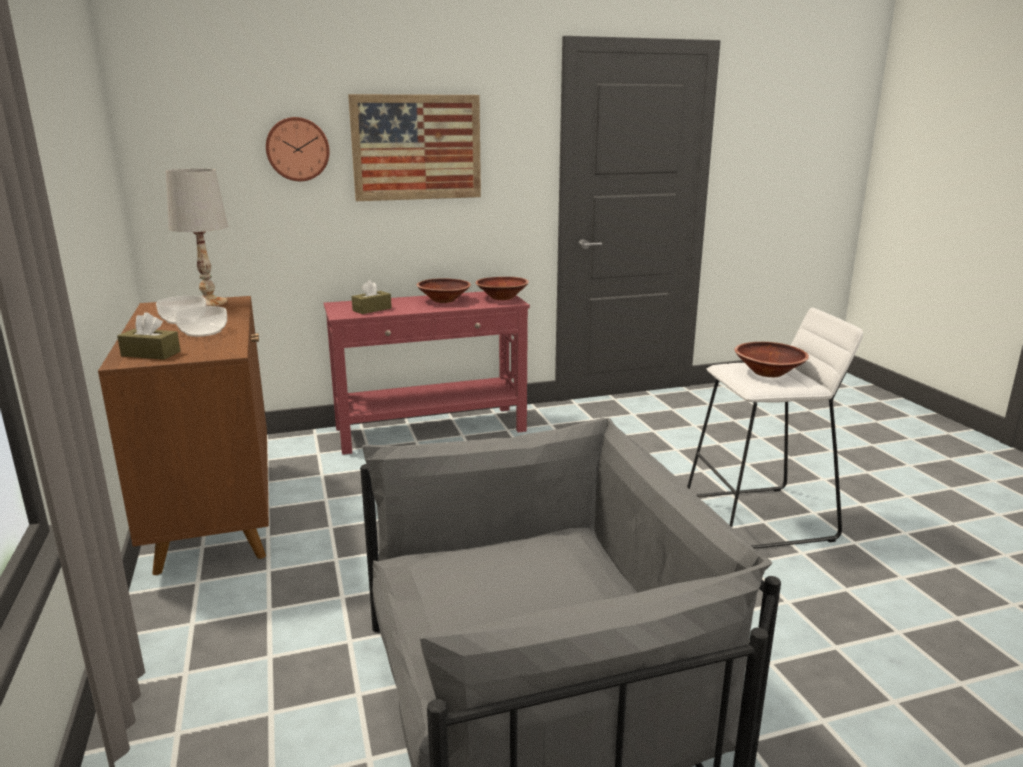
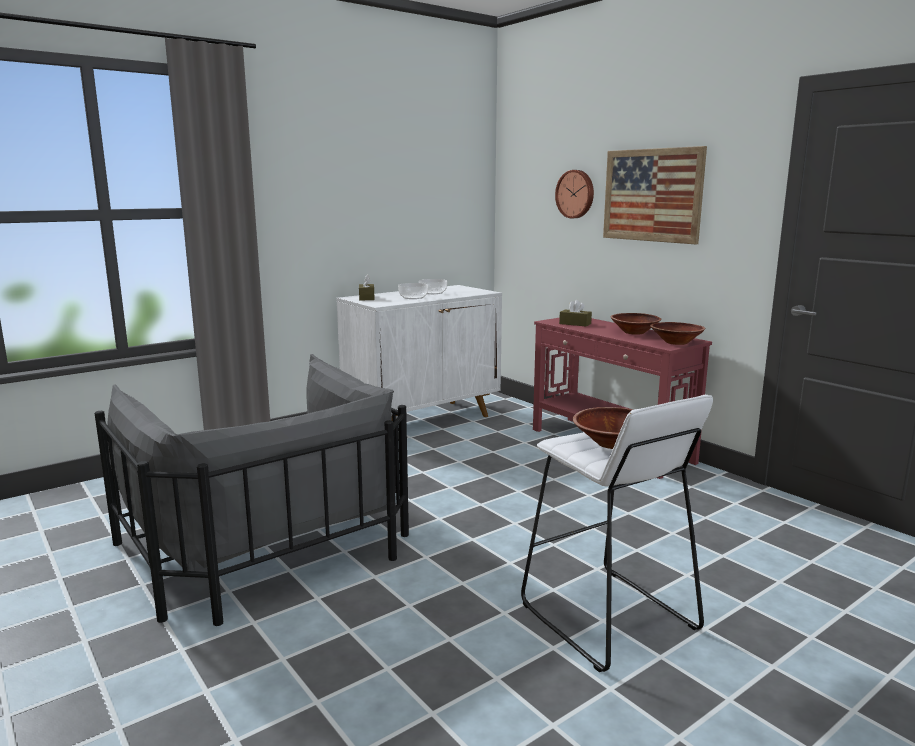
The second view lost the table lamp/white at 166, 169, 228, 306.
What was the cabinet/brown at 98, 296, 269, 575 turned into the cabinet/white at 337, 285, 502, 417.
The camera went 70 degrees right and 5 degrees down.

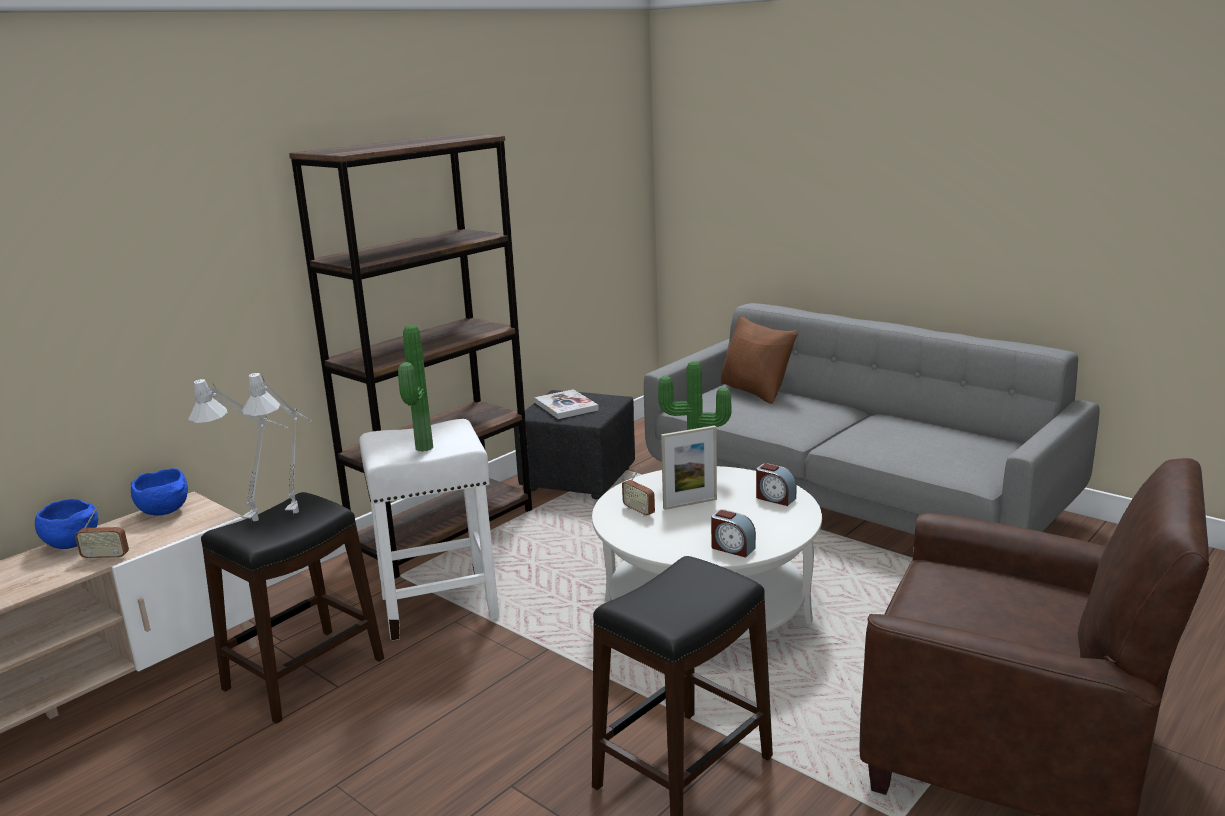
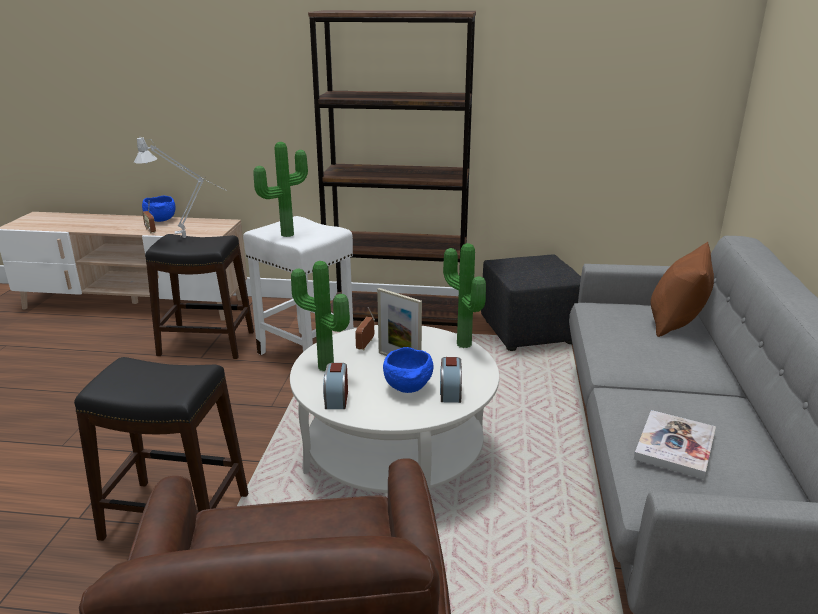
The second view lost the table lamp/grey at 242, 372, 312, 513.
The book ended up elsewhere, having gone from 534, 389, 599, 419 to 634, 410, 716, 479.
The bowl/blue ended up elsewhere, having gone from 131, 468, 188, 515 to 383, 347, 433, 393.
The second view gained the potted plant at 291, 261, 350, 371.
The camera went 55 degrees right and 5 degrees up.

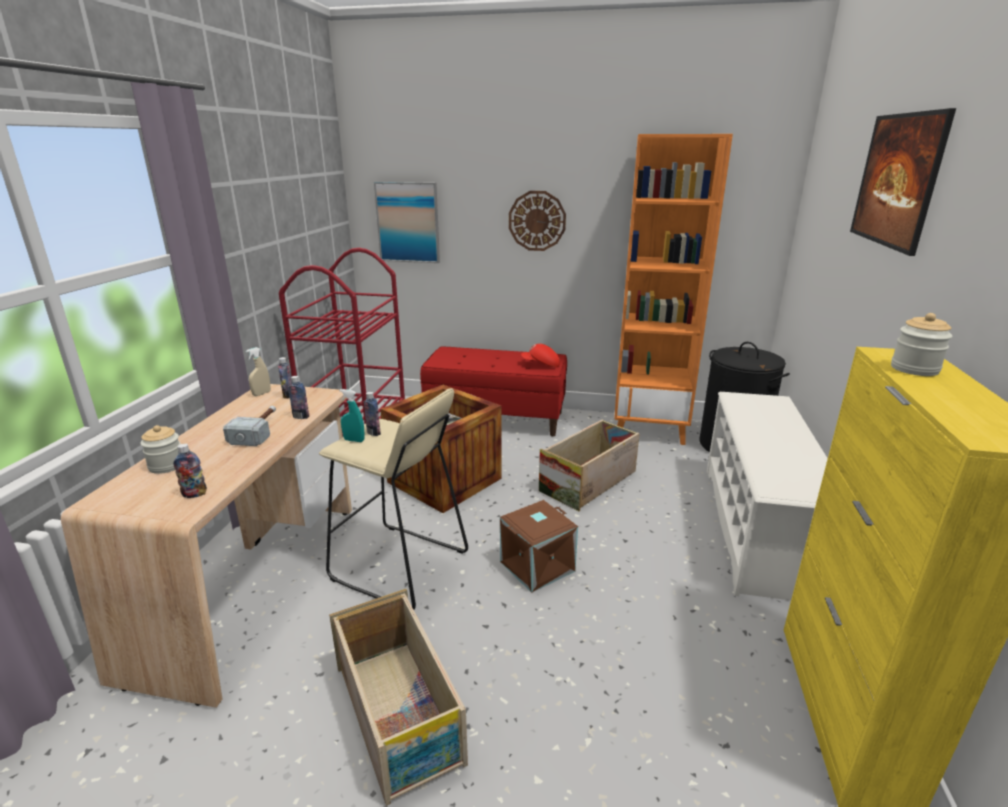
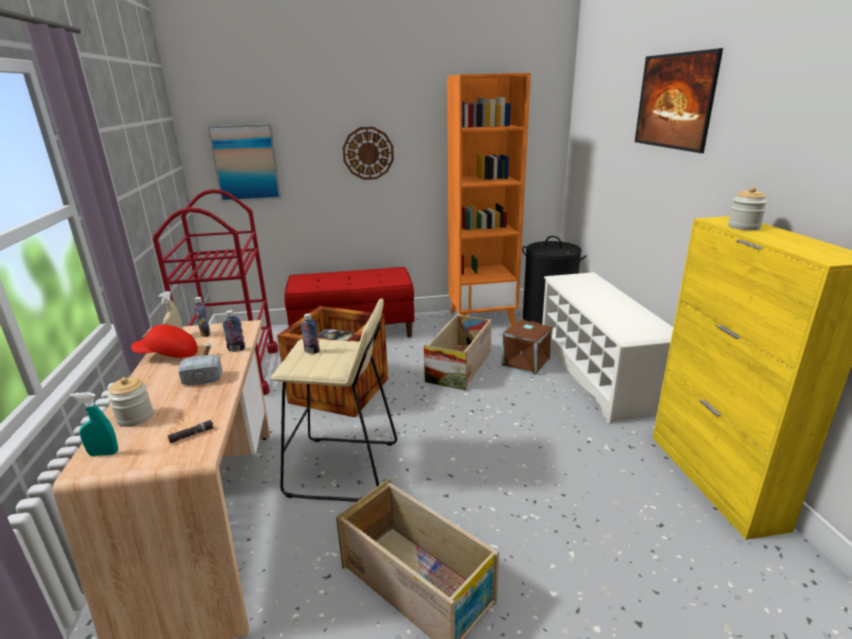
The cap/red ended up elsewhere, having gone from 521, 344, 560, 367 to 131, 324, 198, 358.
The spray bottle/turquoise ended up elsewhere, having gone from 340, 389, 364, 442 to 70, 392, 118, 456.
Where the bottle stood at 173, 444, 207, 498, the flashlight/black came to stand at 168, 420, 214, 443.
The storage box/brown ended up elsewhere, having gone from 500, 500, 578, 593 to 501, 319, 553, 375.
The camera went 20 degrees left and 0 degrees up.

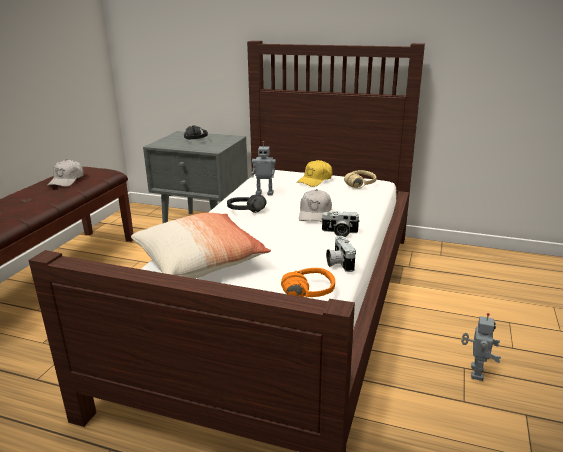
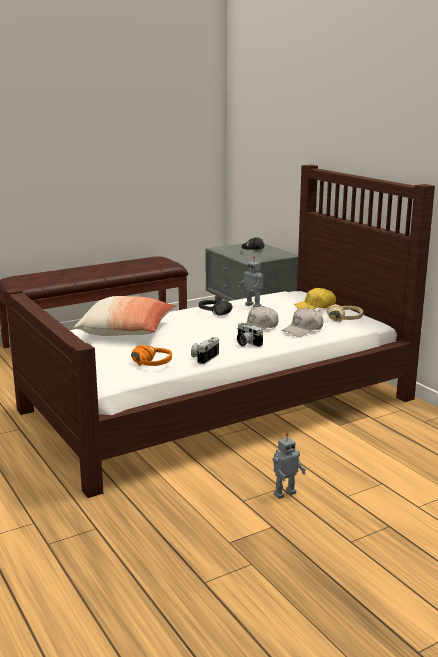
The cap/white ended up elsewhere, having gone from 47, 159, 84, 187 to 282, 308, 323, 337.
The camera went 40 degrees right and 5 degrees down.

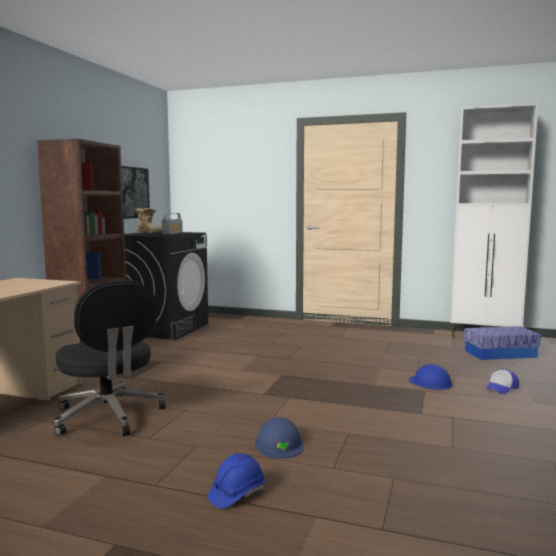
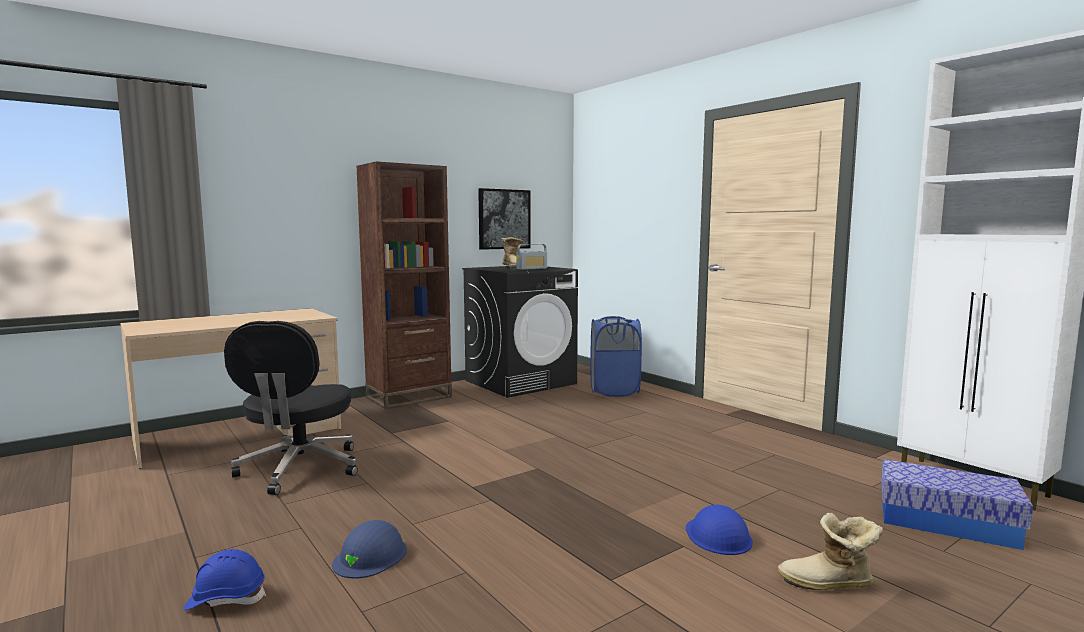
Where the cap stood at 485, 369, 519, 394, the boot came to stand at 778, 513, 883, 590.
The second view gained the laundry basket/blue at 590, 316, 642, 397.
The camera went 35 degrees right and 0 degrees up.

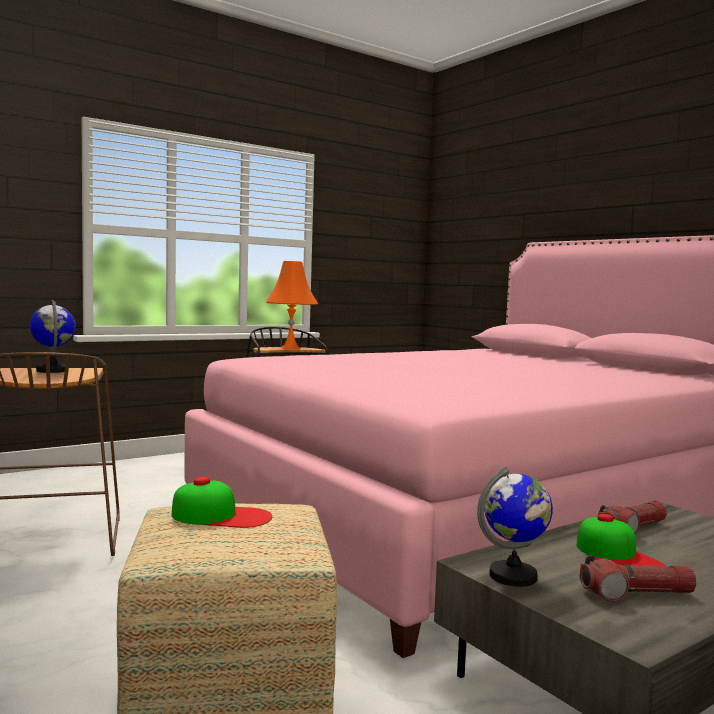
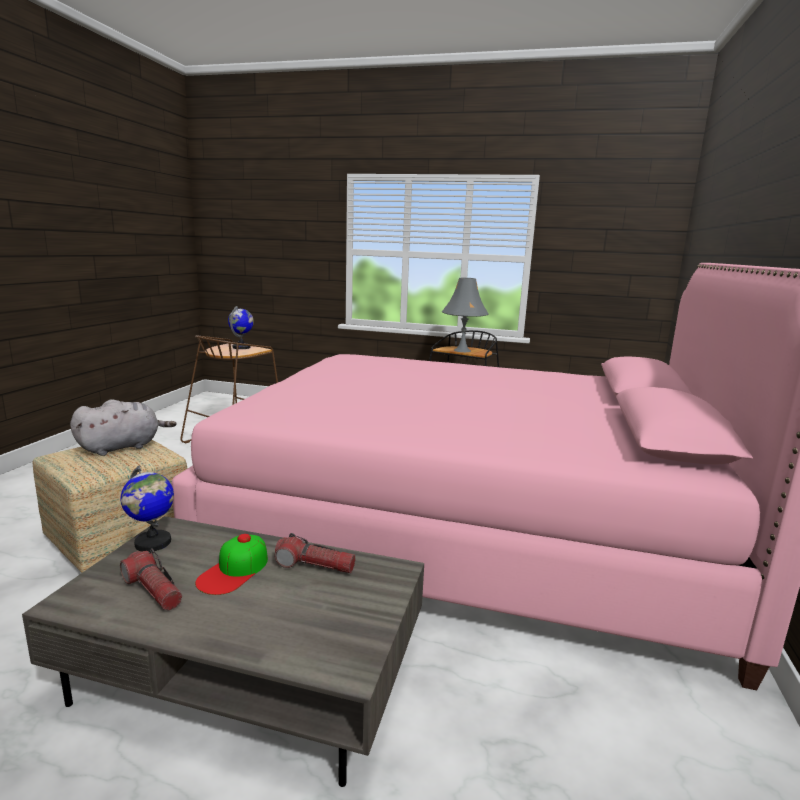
What was the table lamp/orange at 266, 261, 318, 349 turned into the table lamp/grey at 442, 278, 489, 352.
Where the cap stood at 172, 477, 272, 528, the plush toy/grey came to stand at 70, 399, 176, 456.
The camera went 50 degrees right and 10 degrees up.

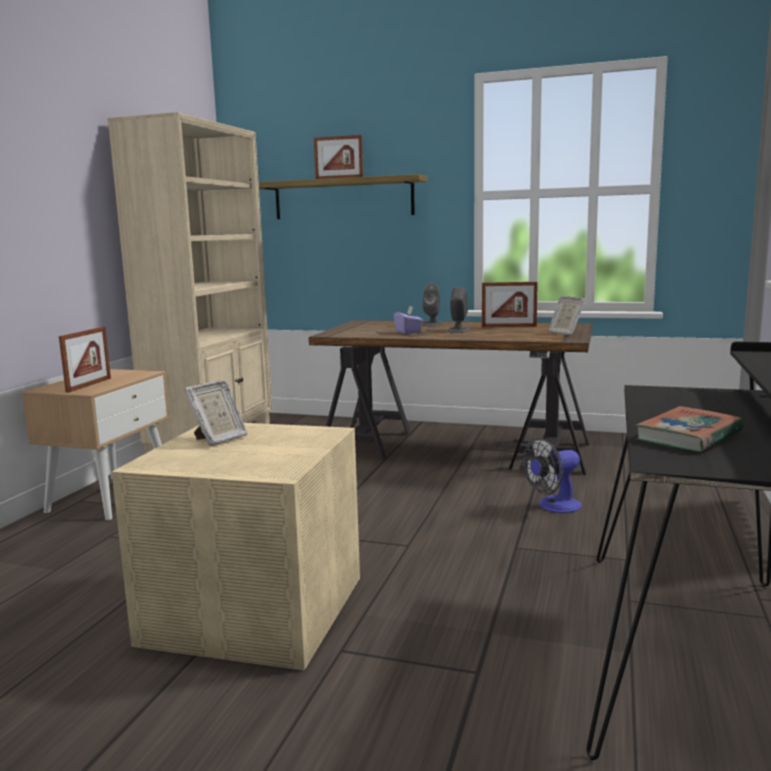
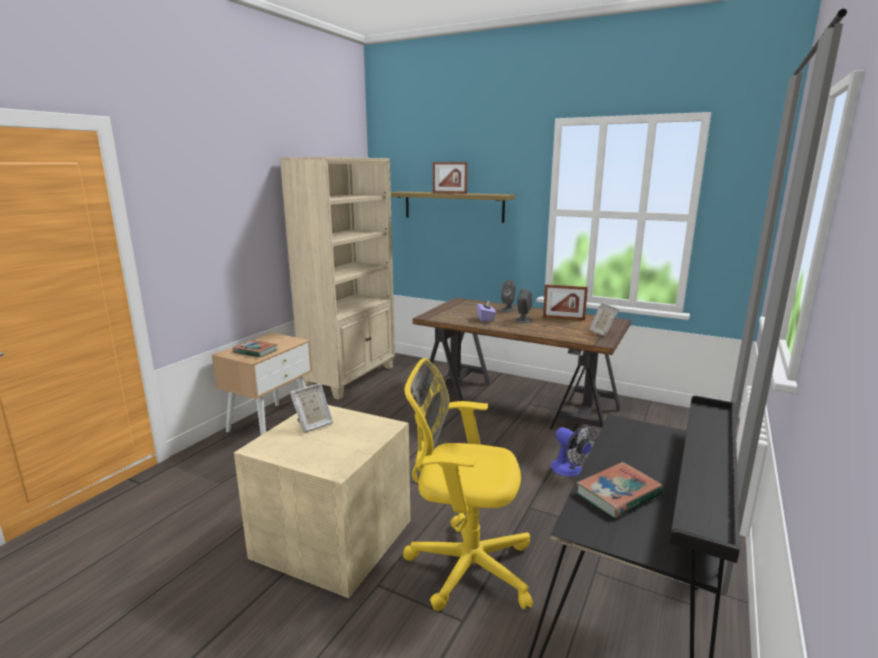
Where the picture frame stood at 59, 327, 111, 393, the book came to stand at 232, 340, 278, 357.
The fan at 523, 438, 582, 513 ended up facing another way, 105 degrees counterclockwise from before.
The second view gained the office chair/yellow at 403, 358, 533, 611.
The camera went 10 degrees right and 5 degrees up.

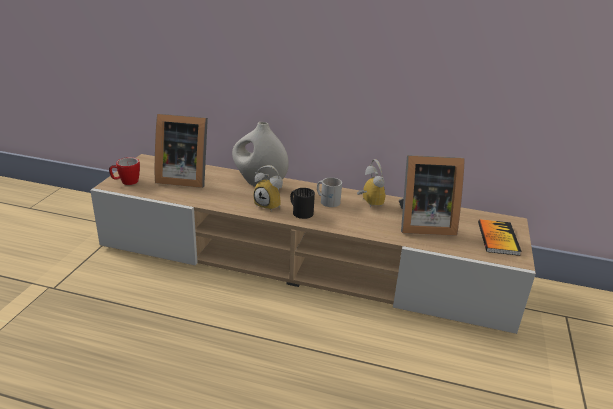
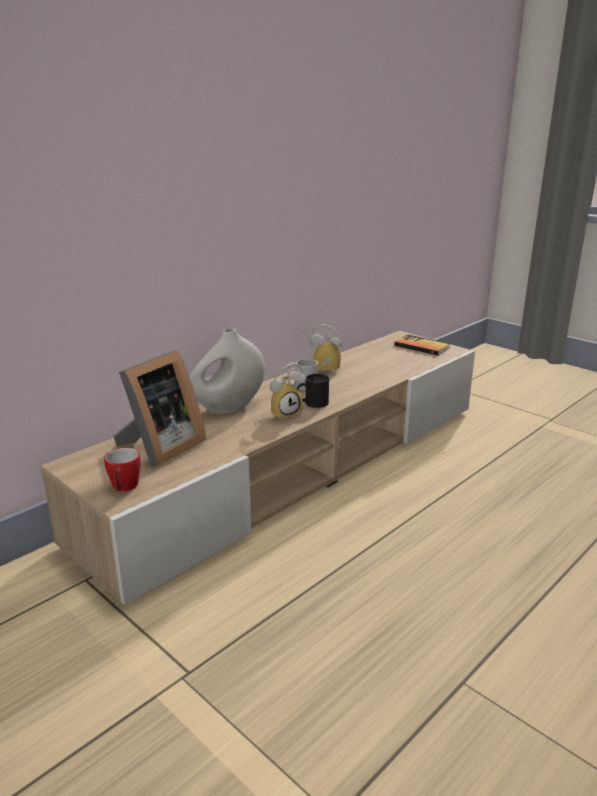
The second view lost the picture frame at 399, 155, 465, 236.
The camera went 60 degrees left and 5 degrees down.

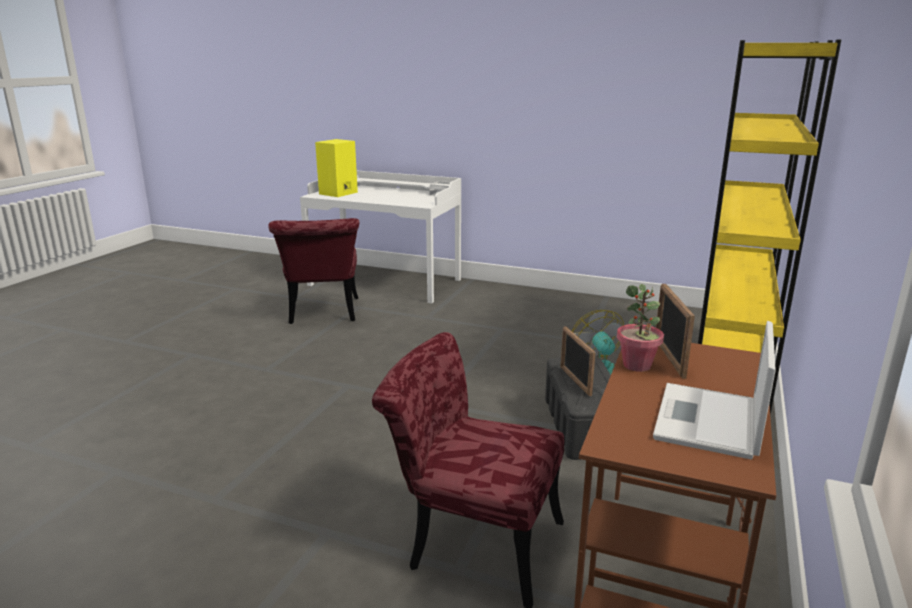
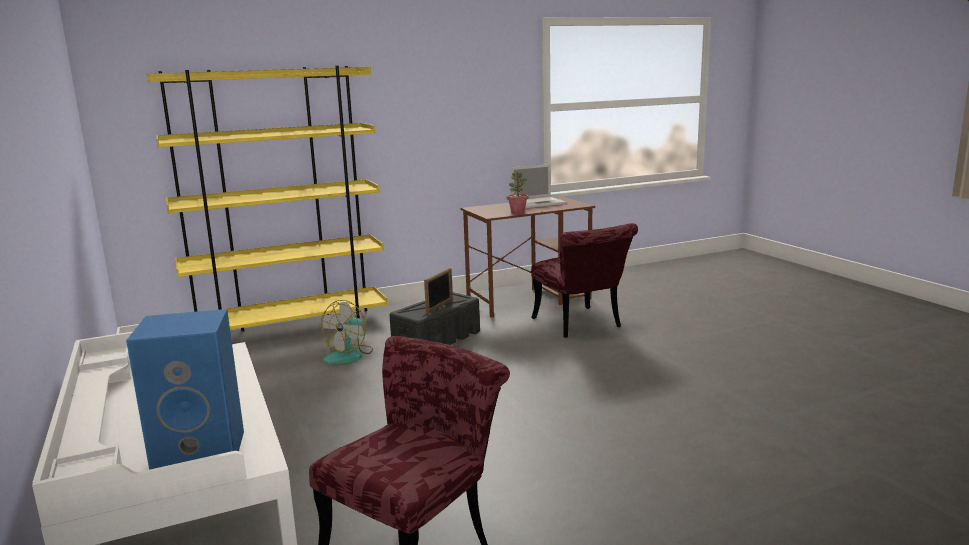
What was the speaker/yellow at 315, 139, 358, 197 turned into the speaker/blue at 126, 309, 244, 470.
The second view lost the picture frame at 656, 284, 695, 379.
The camera went 135 degrees left and 5 degrees down.

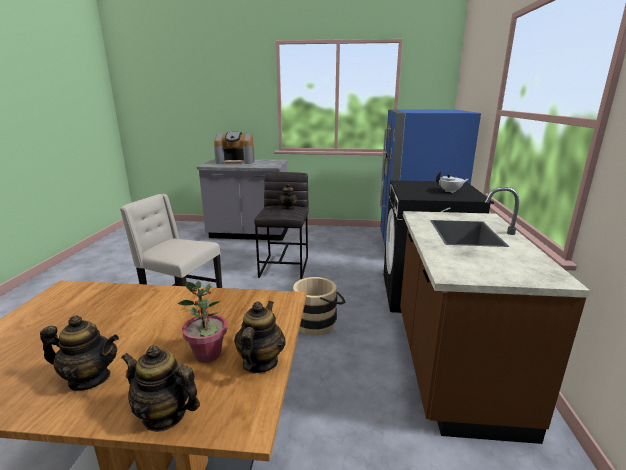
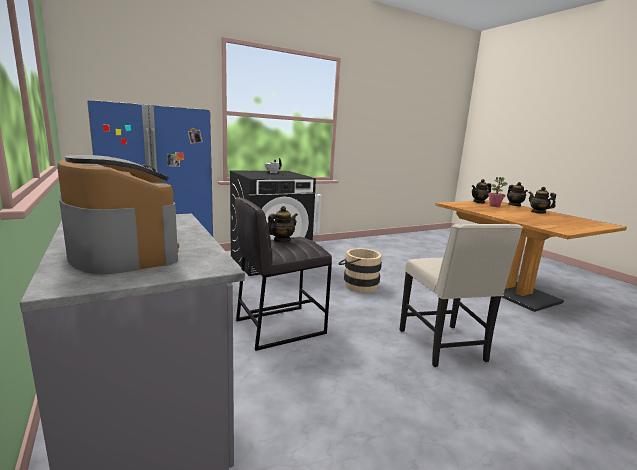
The second view lost the counter/brown at 400, 187, 590, 444.
The camera went 125 degrees left and 5 degrees down.

